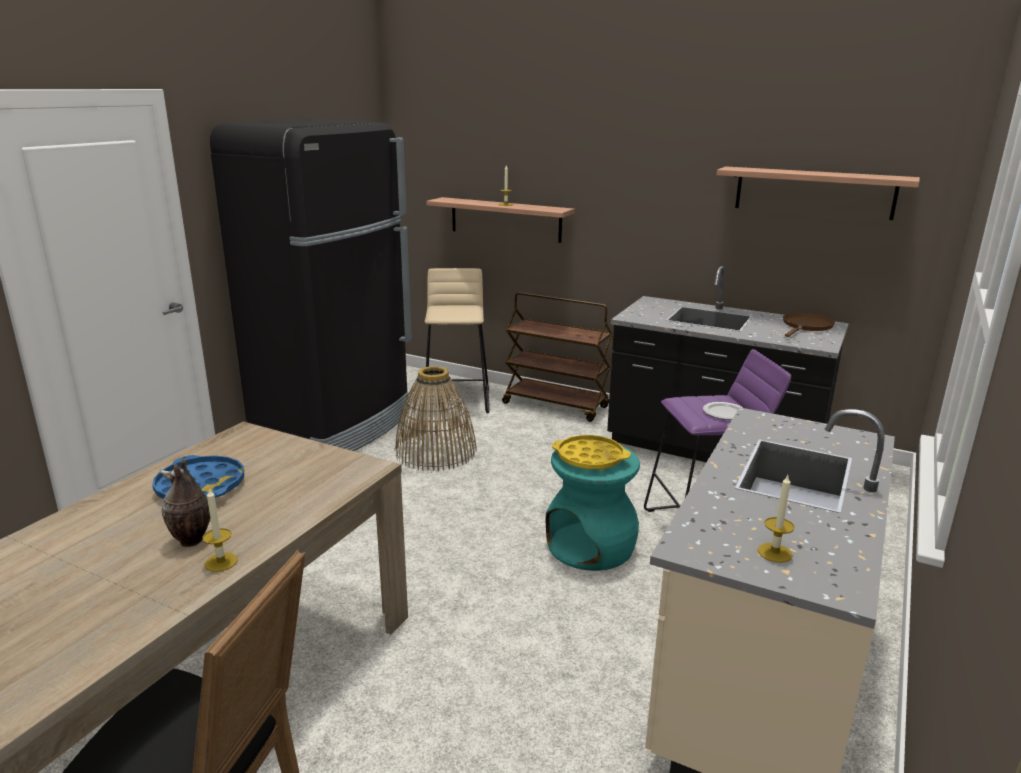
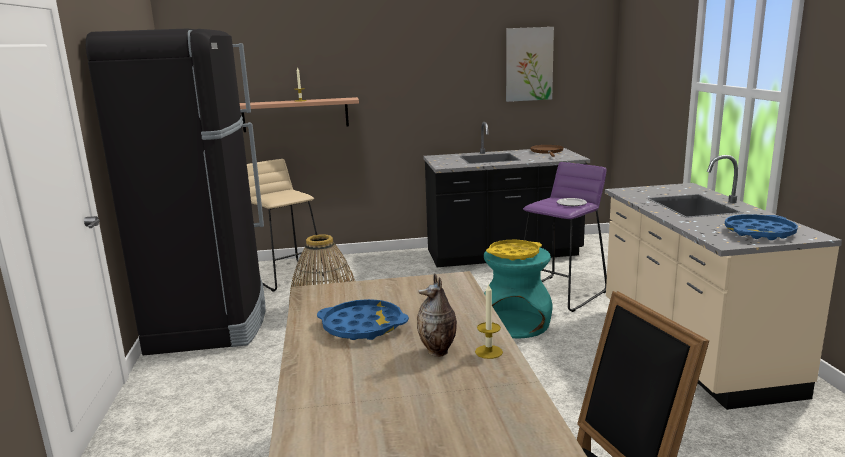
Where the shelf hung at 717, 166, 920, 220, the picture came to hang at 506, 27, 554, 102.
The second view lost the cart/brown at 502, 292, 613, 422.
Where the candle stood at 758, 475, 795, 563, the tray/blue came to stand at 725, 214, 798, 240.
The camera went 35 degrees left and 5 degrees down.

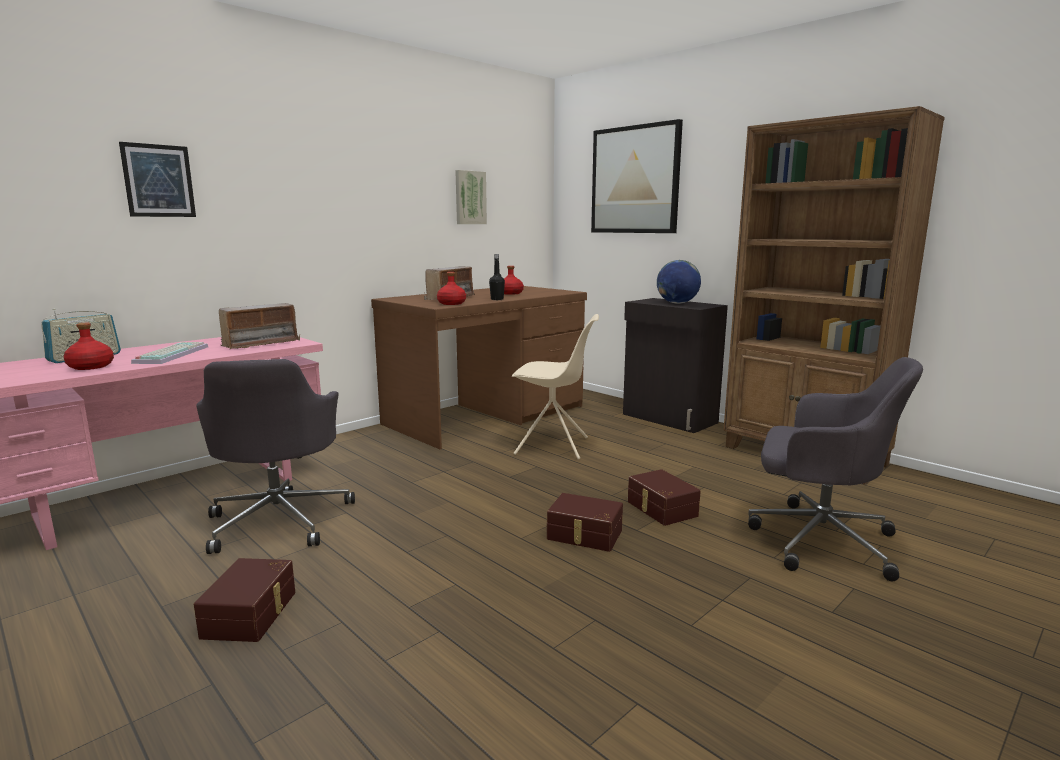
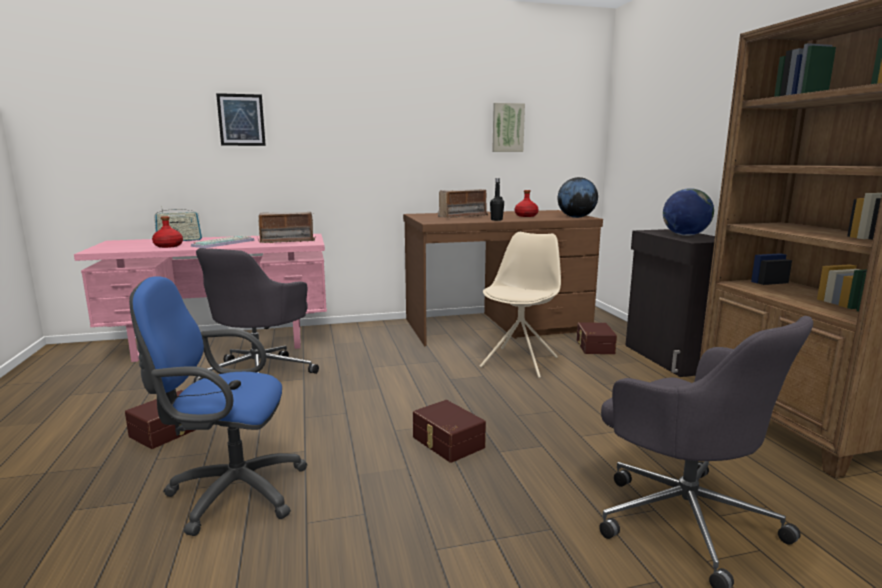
The second view lost the picture at 591, 119, 683, 233.
The second view lost the bottle/red at 437, 272, 466, 305.
The chair/beige at 512, 314, 599, 460 ended up facing another way, 105 degrees counterclockwise from before.
The storage box/brown ended up elsewhere, having gone from 628, 469, 701, 526 to 577, 322, 617, 354.
The second view gained the globe at 558, 177, 598, 218.
The second view gained the office chair/blue at 129, 276, 307, 536.
The camera went 30 degrees right and 0 degrees up.

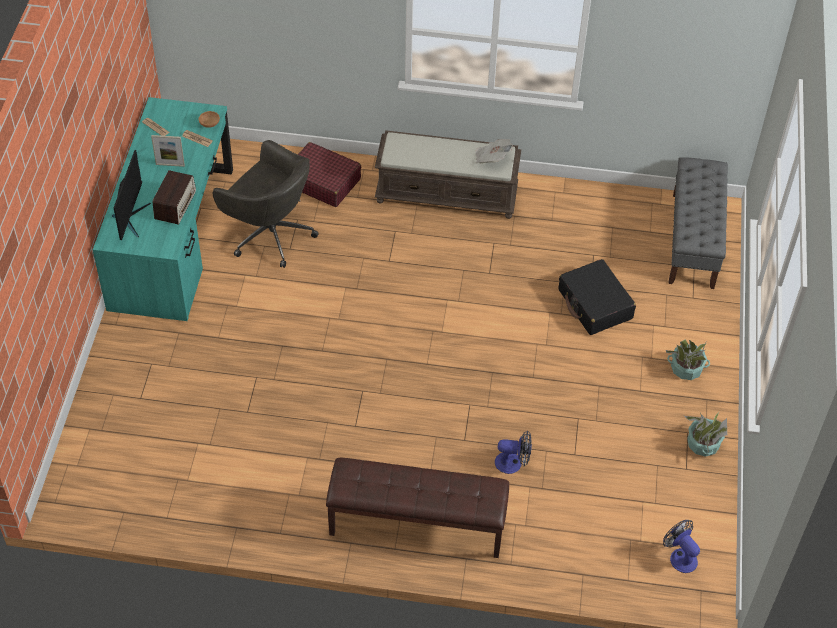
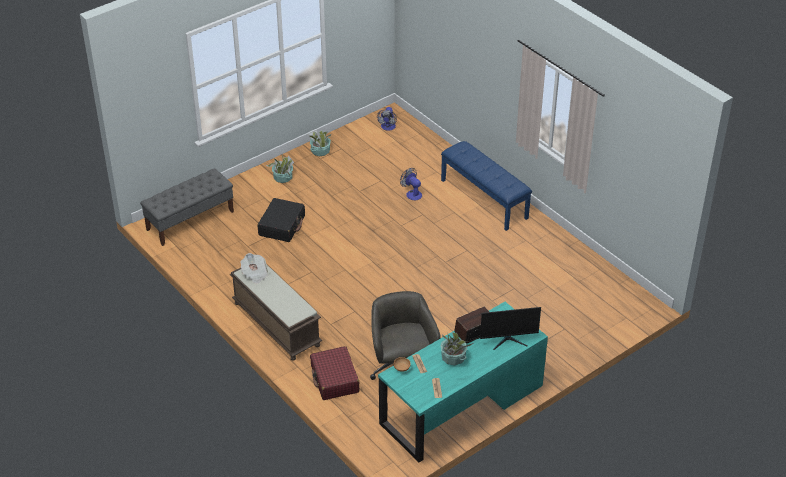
Where the picture frame stood at 151, 135, 185, 167, the potted plant came to stand at 440, 332, 473, 365.
The monitor at 112, 150, 151, 240 ended up facing another way, 150 degrees counterclockwise from before.
What was the bench/brown at 326, 458, 509, 558 turned into the bench/blue at 441, 141, 532, 231.
The camera went 135 degrees left and 10 degrees down.

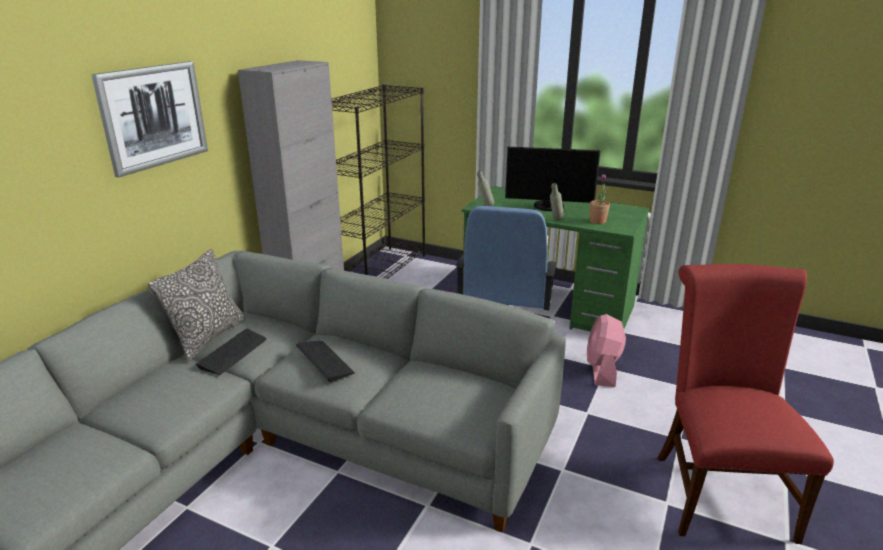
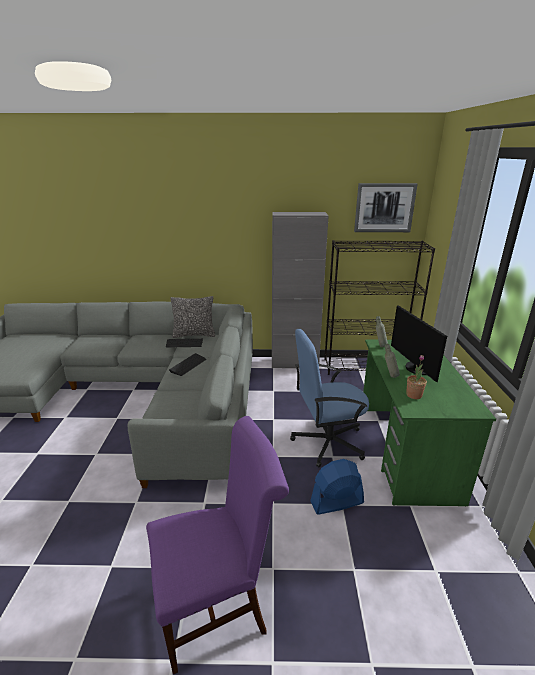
The picture ended up elsewhere, having gone from 91, 61, 208, 177 to 354, 183, 418, 232.
What was the chair/red at 657, 264, 834, 544 turned into the chair/purple at 146, 416, 289, 674.
What was the fan/pink at 586, 314, 626, 387 turned into the fan/blue at 310, 459, 364, 515.
The camera went 65 degrees right and 0 degrees up.

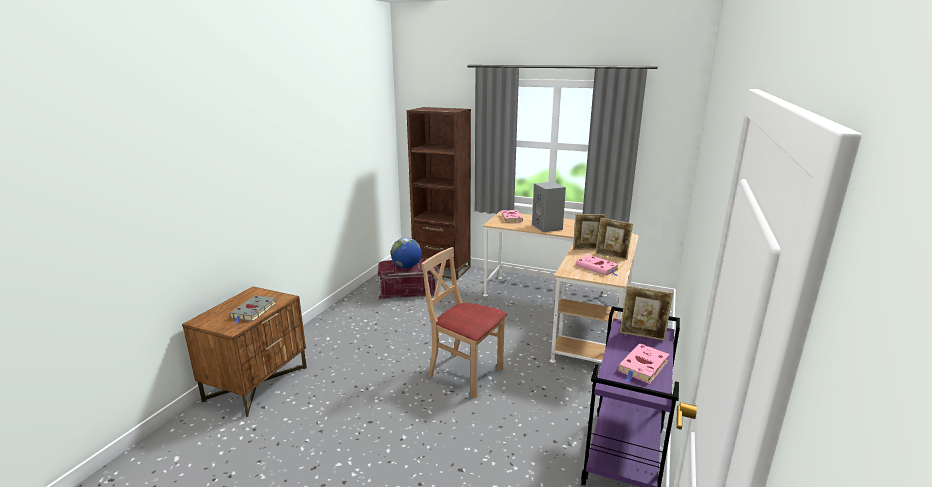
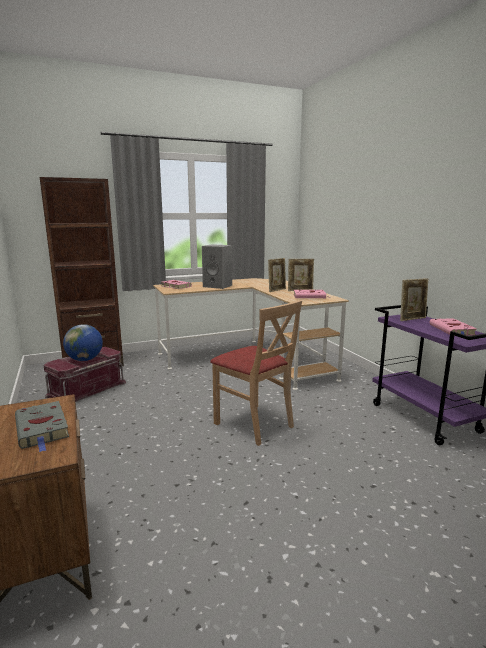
The chair/beige at 421, 247, 507, 398 ended up facing another way, 120 degrees counterclockwise from before.
The camera went 45 degrees left and 5 degrees down.

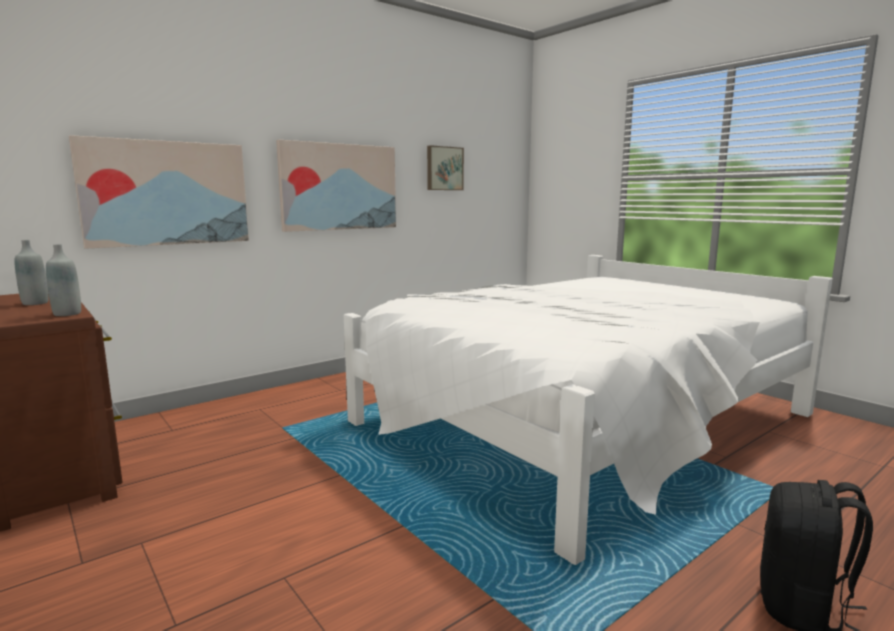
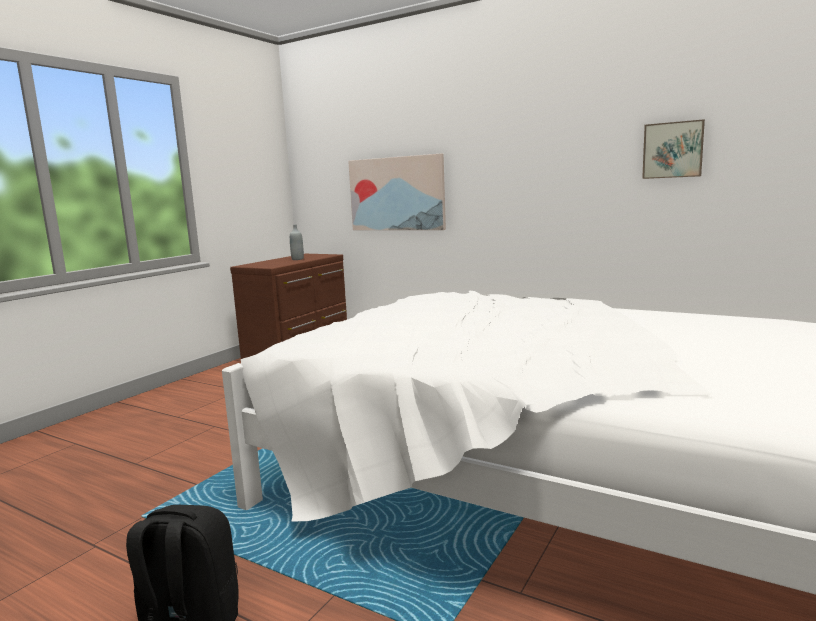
The second view lost the picture at 276, 140, 396, 232.
The second view lost the bottle/grey at 46, 244, 81, 316.
The camera went 70 degrees right and 0 degrees up.

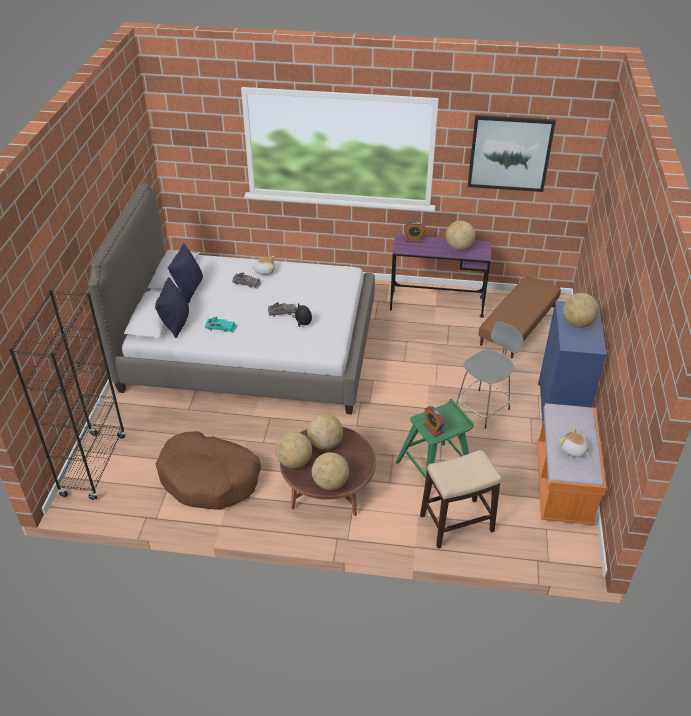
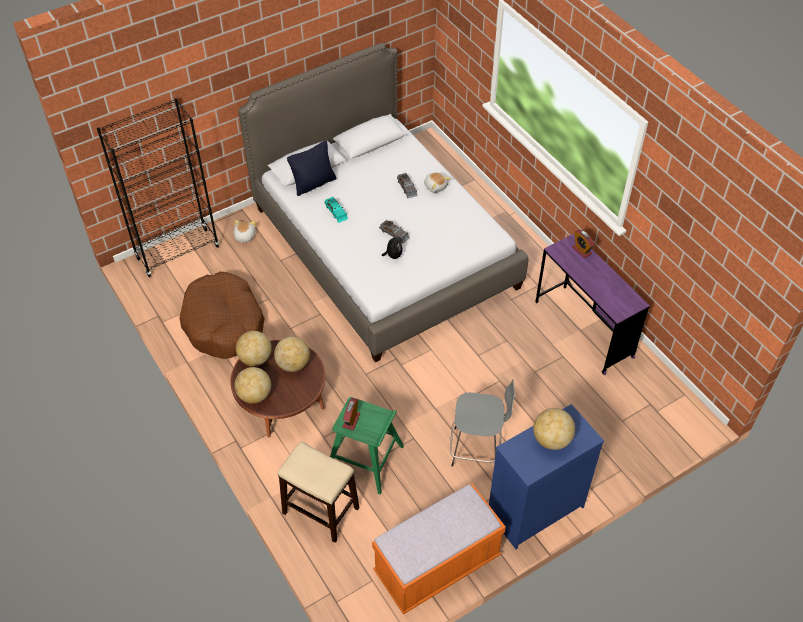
The second view lost the picture at 468, 115, 556, 192.
The second view lost the globe at 445, 221, 475, 250.
The second view lost the pillow/blue at 168, 243, 203, 304.
The second view lost the ottoman/brown at 479, 276, 561, 358.
The plush toy ended up elsewhere, having gone from 559, 427, 590, 458 to 234, 220, 256, 244.
The camera went 50 degrees right and 10 degrees up.

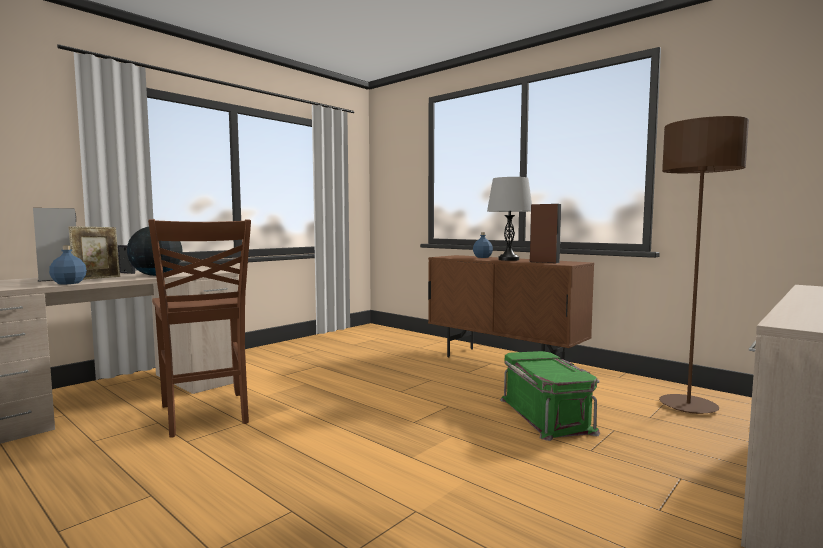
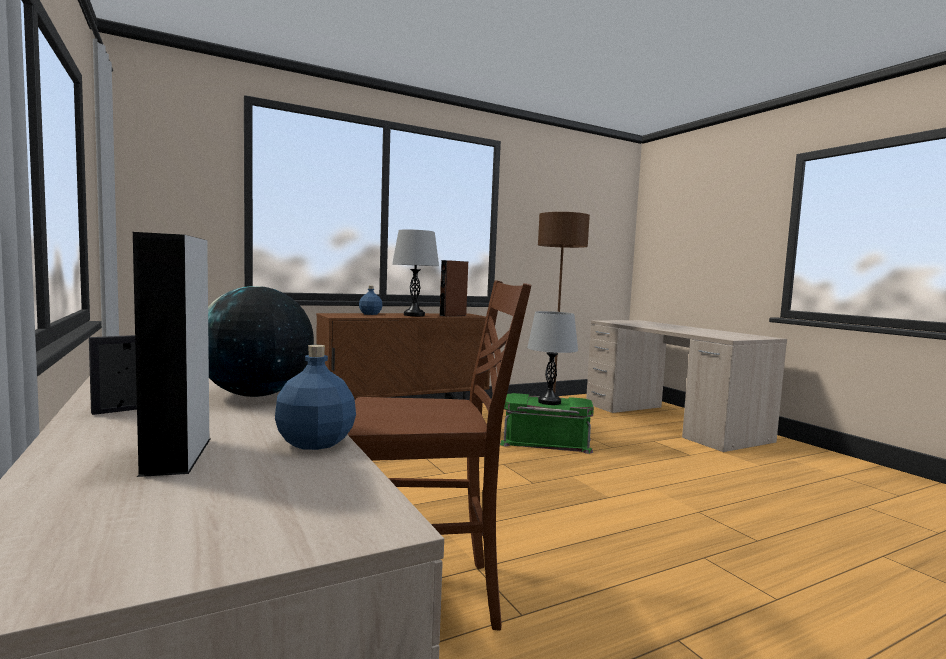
The second view lost the picture frame at 68, 226, 120, 280.
The second view gained the table lamp/grey at 527, 311, 578, 405.
The camera went 70 degrees left and 0 degrees up.

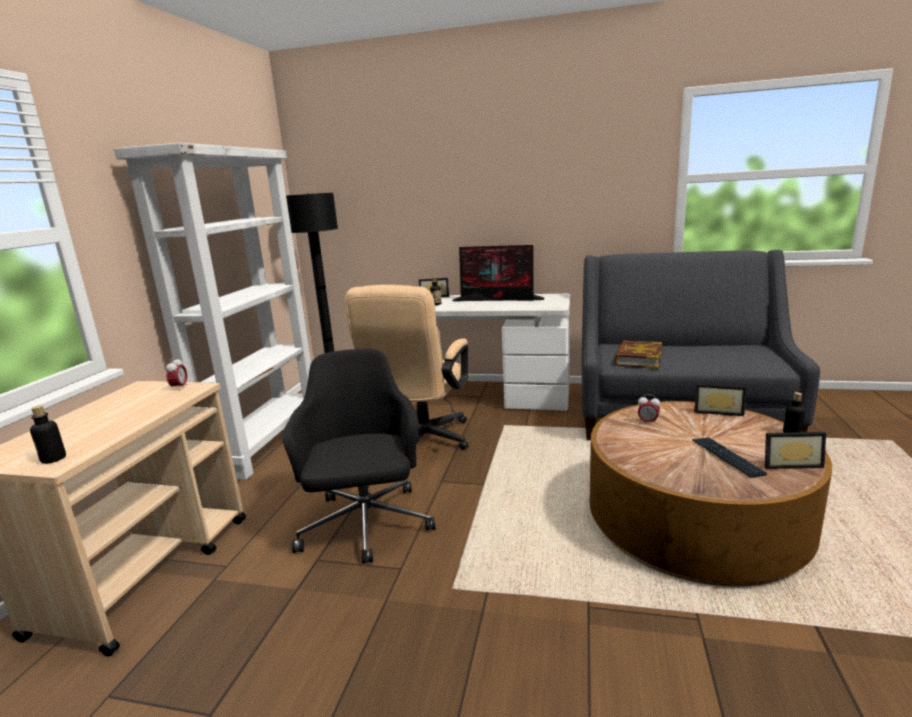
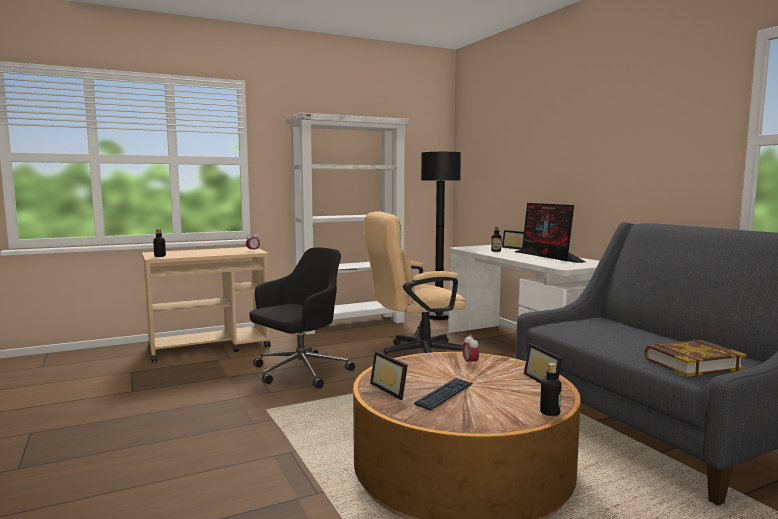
The book ended up elsewhere, having gone from 614, 341, 662, 369 to 644, 340, 747, 377.
The picture frame ended up elsewhere, having gone from 765, 432, 826, 469 to 370, 351, 408, 400.
The camera went 50 degrees right and 10 degrees down.

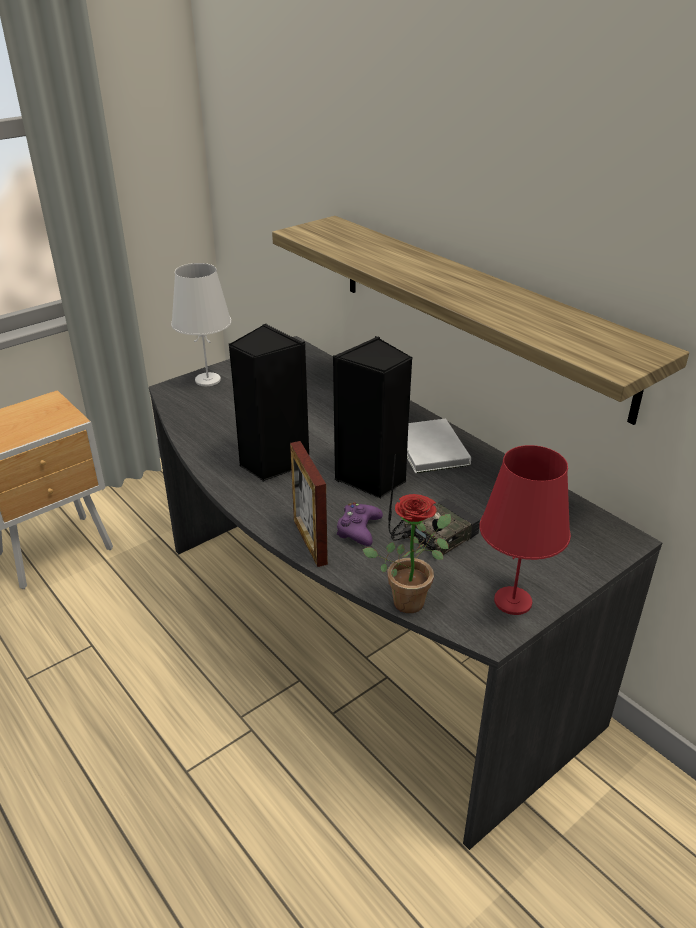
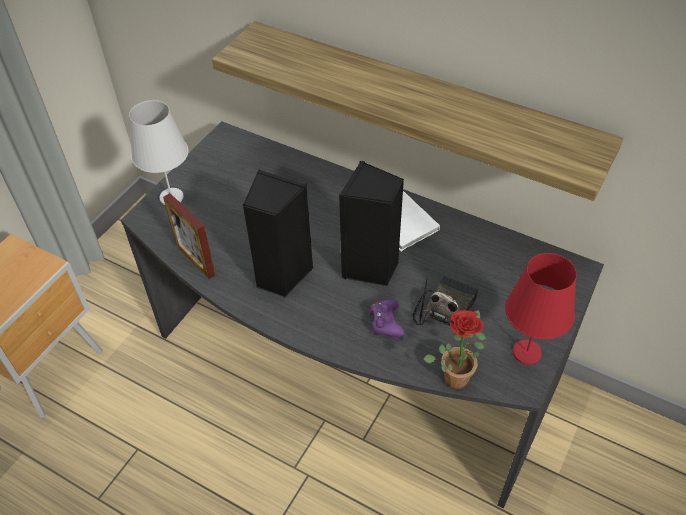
The picture frame ended up elsewhere, having gone from 290, 441, 328, 567 to 163, 193, 216, 279.
The camera went 20 degrees left and 15 degrees up.

